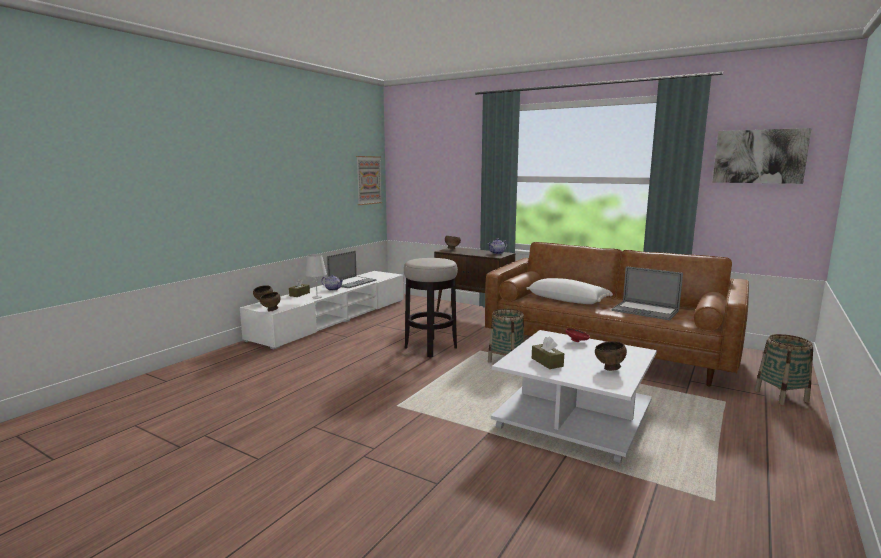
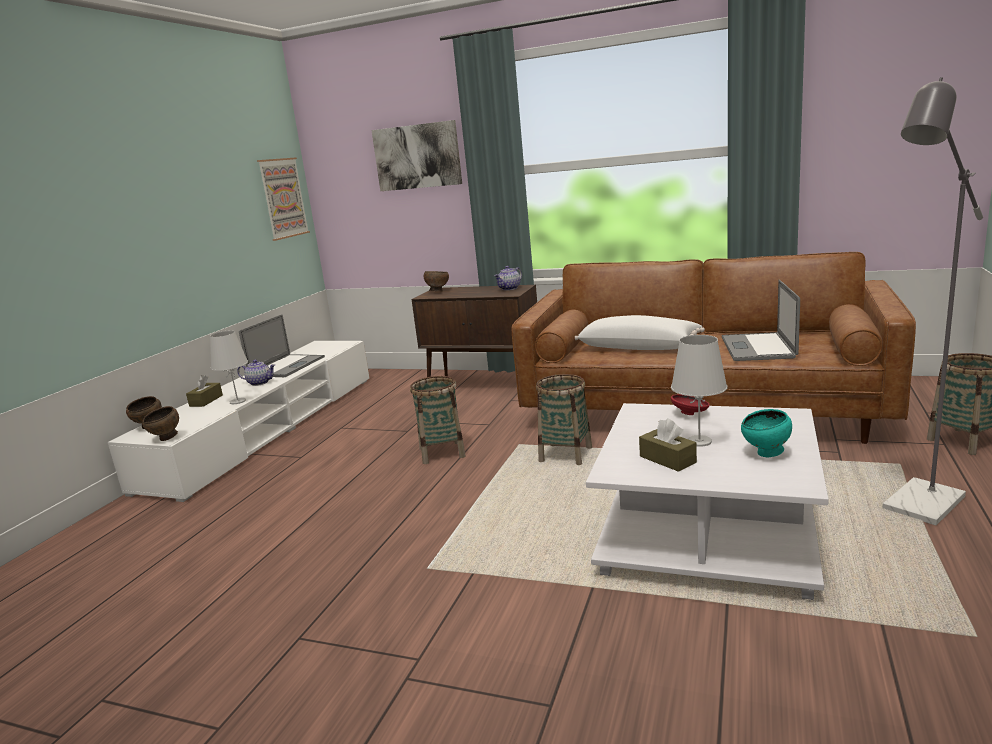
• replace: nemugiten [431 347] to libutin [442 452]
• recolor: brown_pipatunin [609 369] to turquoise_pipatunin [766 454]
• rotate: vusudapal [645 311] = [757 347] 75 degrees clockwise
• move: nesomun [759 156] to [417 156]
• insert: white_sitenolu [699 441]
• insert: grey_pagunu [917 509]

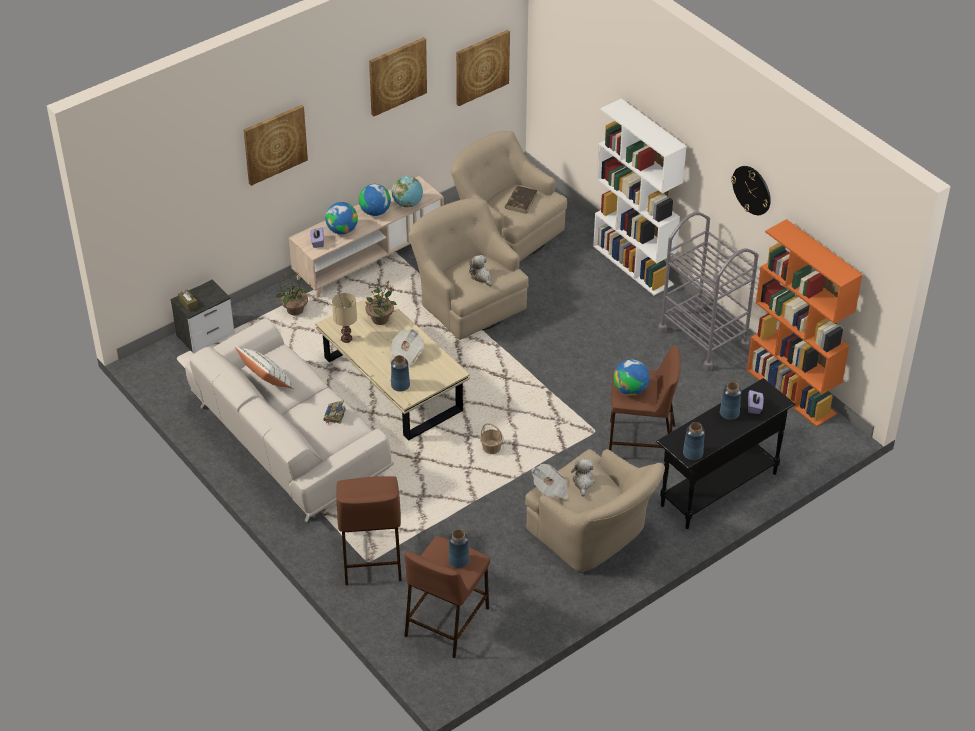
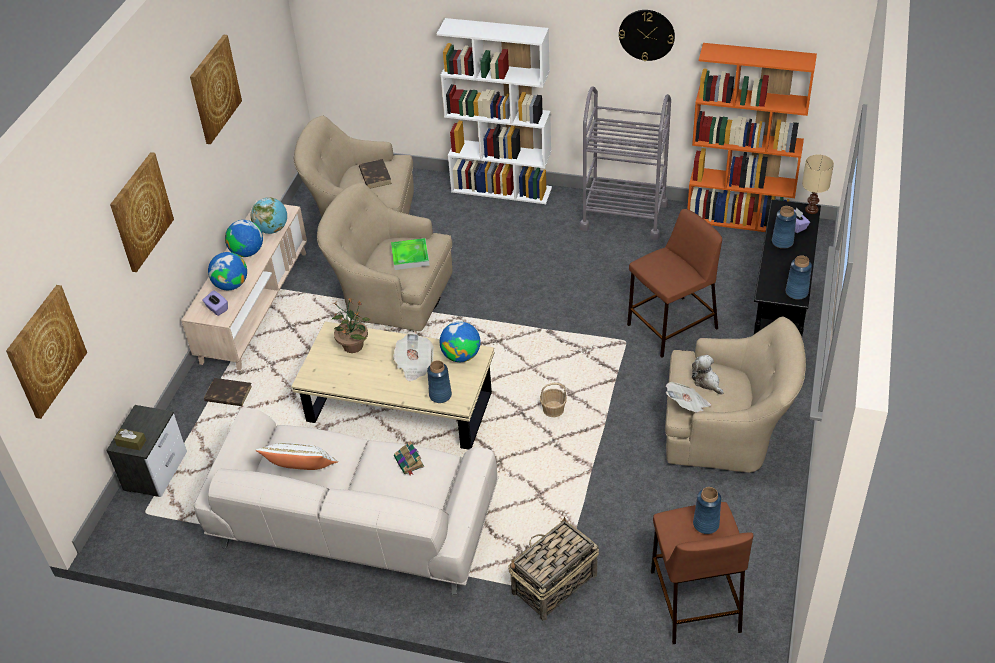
• replace: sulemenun [294 310] to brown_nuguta [228 394]
• move: beige_sitenolu [346 339] to [812 210]
• replace: brown_nemugiten [371 555] to libutin [553 584]
• move: nesomun [481 67] to [45 351]
• replace: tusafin [481 276] to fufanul [410 256]
• move: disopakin [630 390] to [461 356]

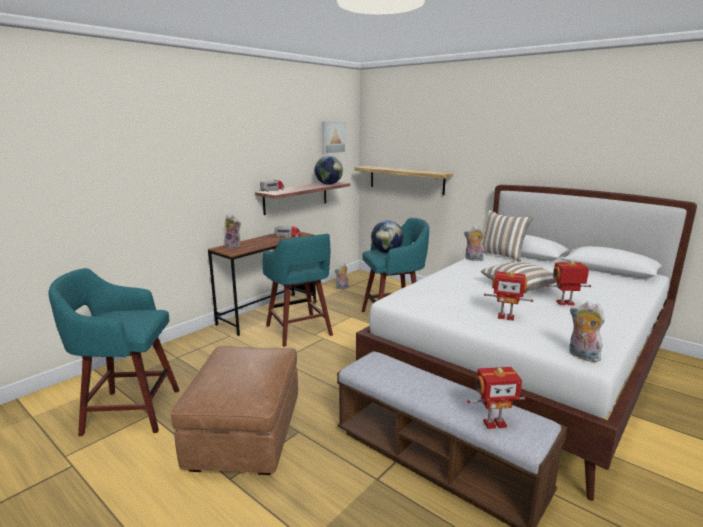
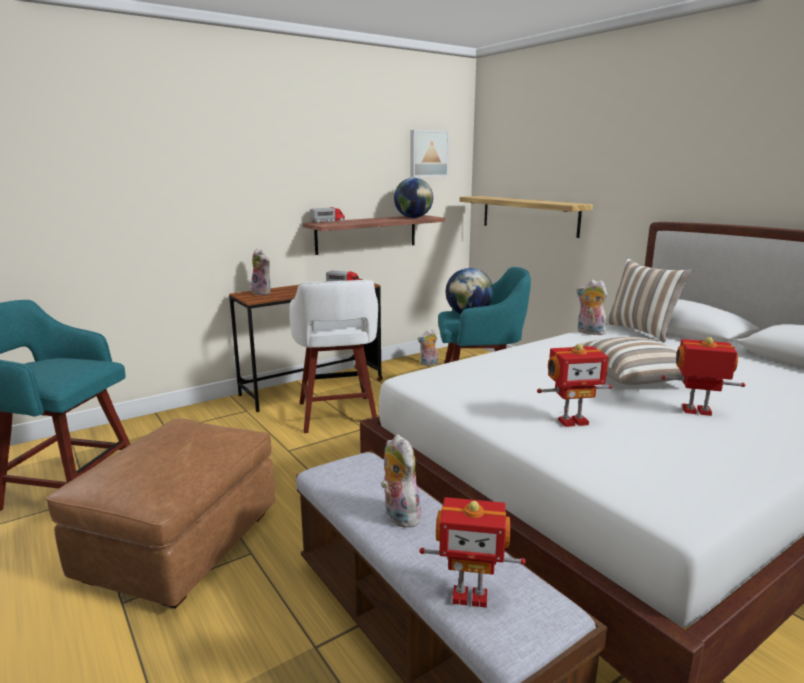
• recolor: turquoise_nemugiten [299 331] to white_nemugiten [337 415]
• rotate: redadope [506 317] = [572 421] 45 degrees counterclockwise
• move: tusafin [582 356] to [398 515]

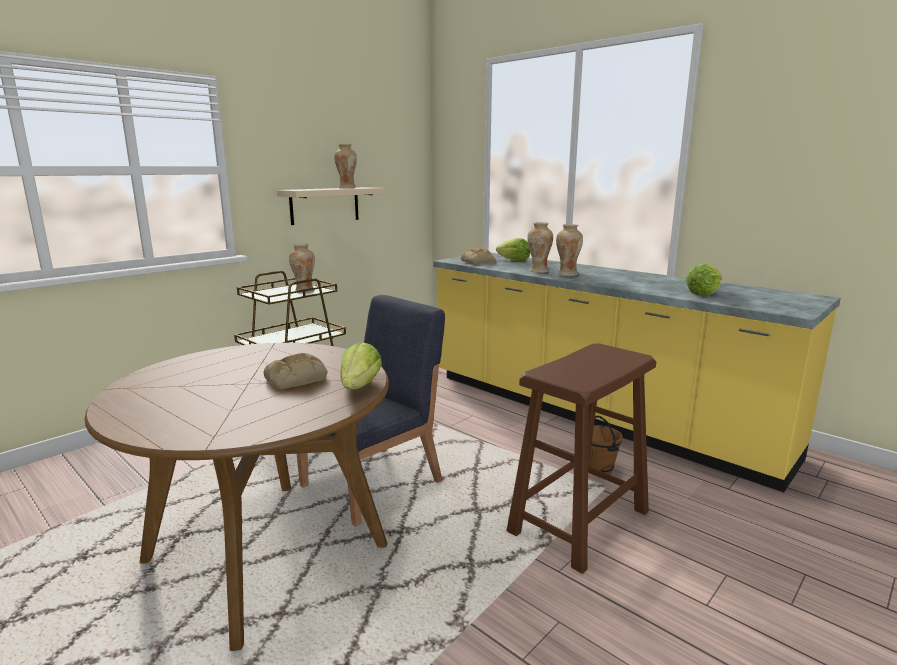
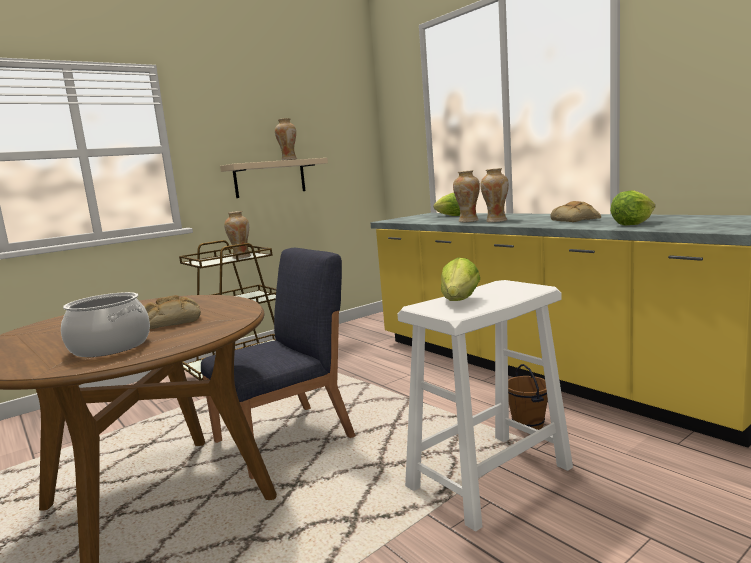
• move: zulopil [359 386] to [460 300]
• move: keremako [479 262] to [576 220]
• recolor: brown_nemugiten [578 522] to white_nemugiten [488 477]
• insert: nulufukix [111 346]

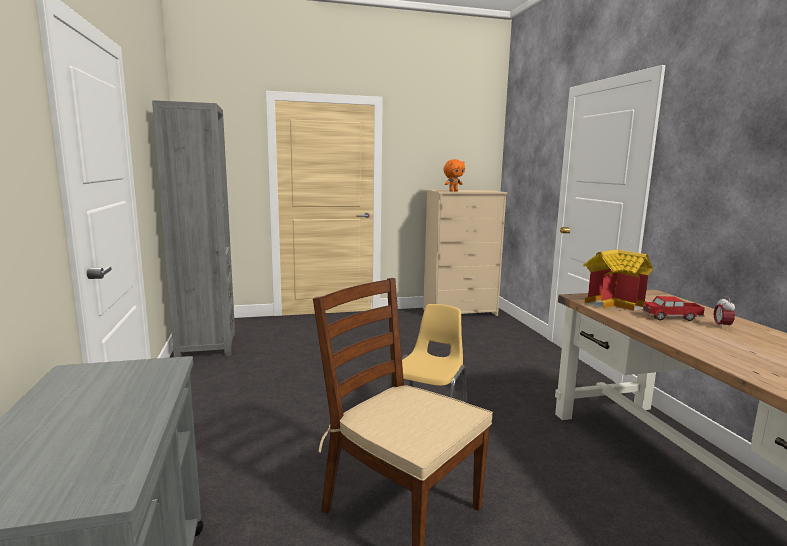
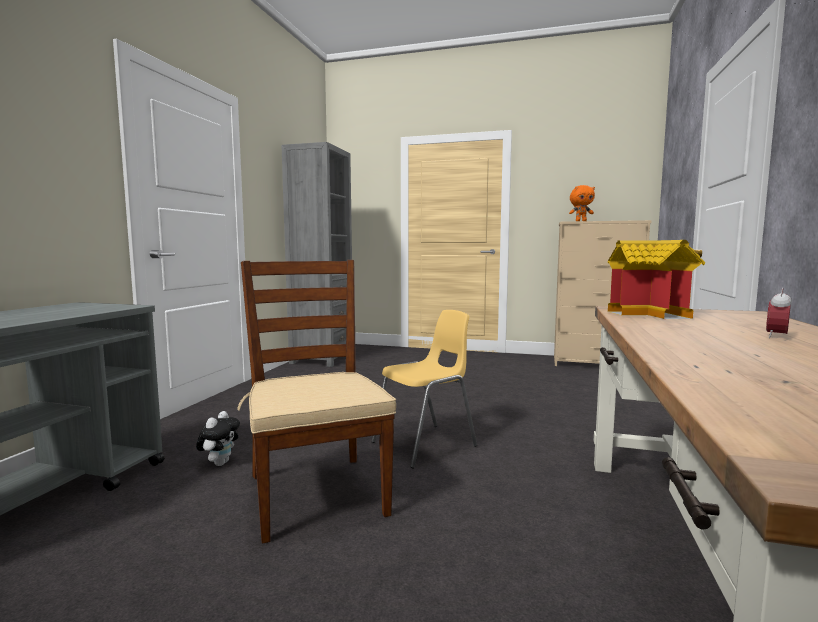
• delete: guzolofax [671 317]
• insert: tusafin [220 463]

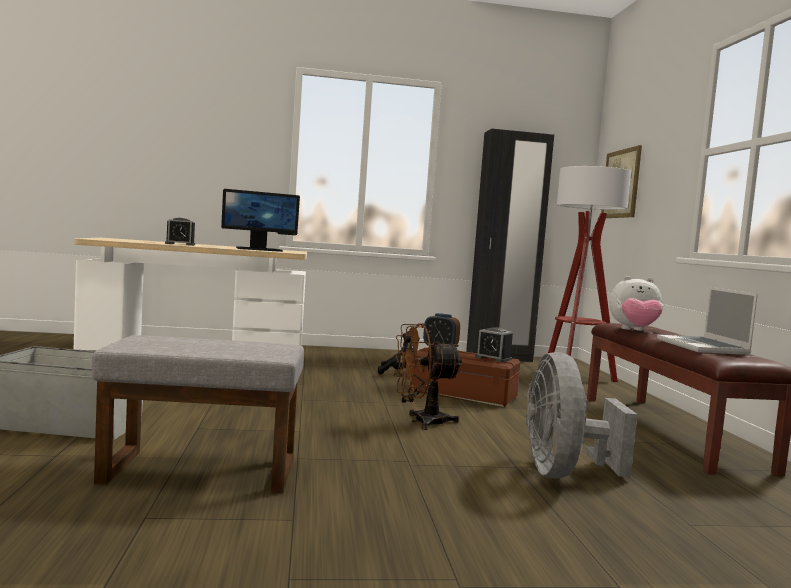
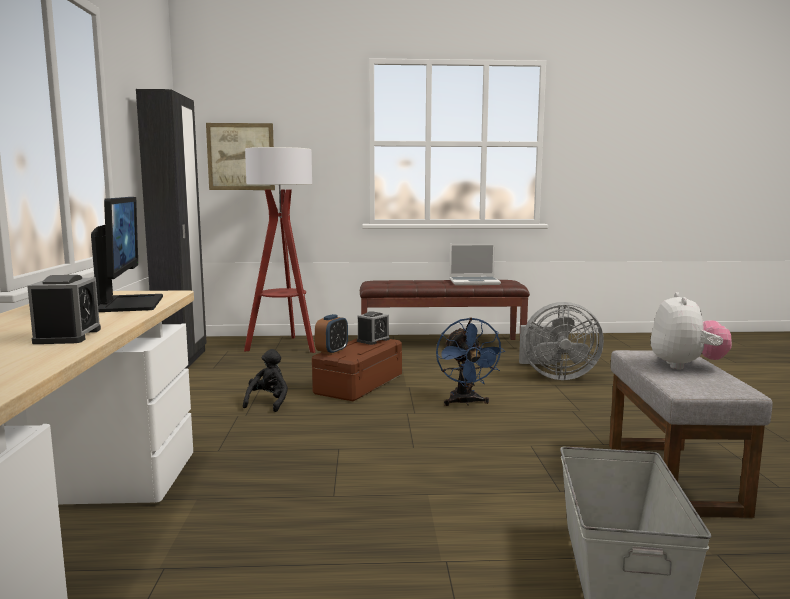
• recolor: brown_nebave [421 421] to blue_nebave [465 402]
• move: tusafin [634 330] to [685 366]

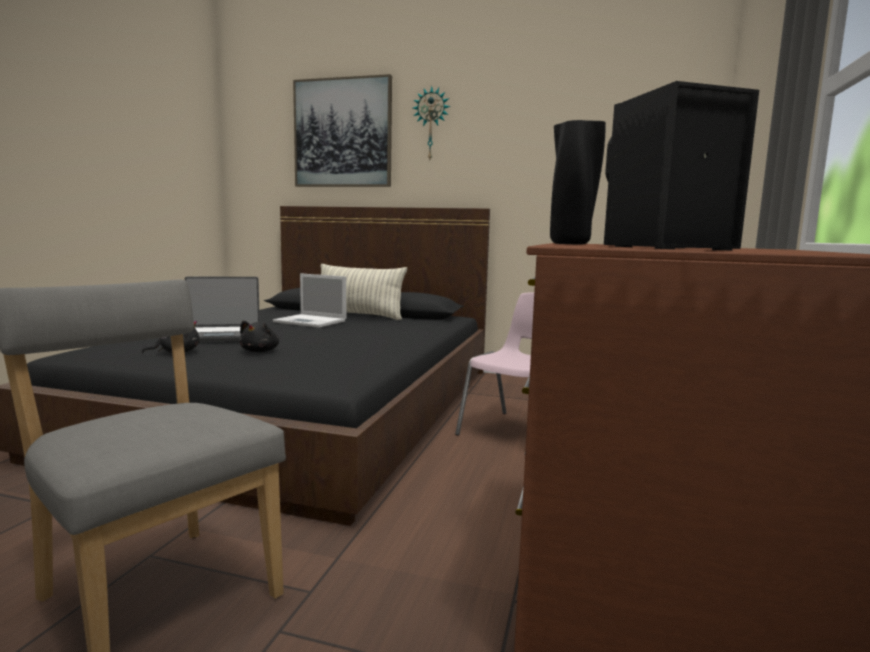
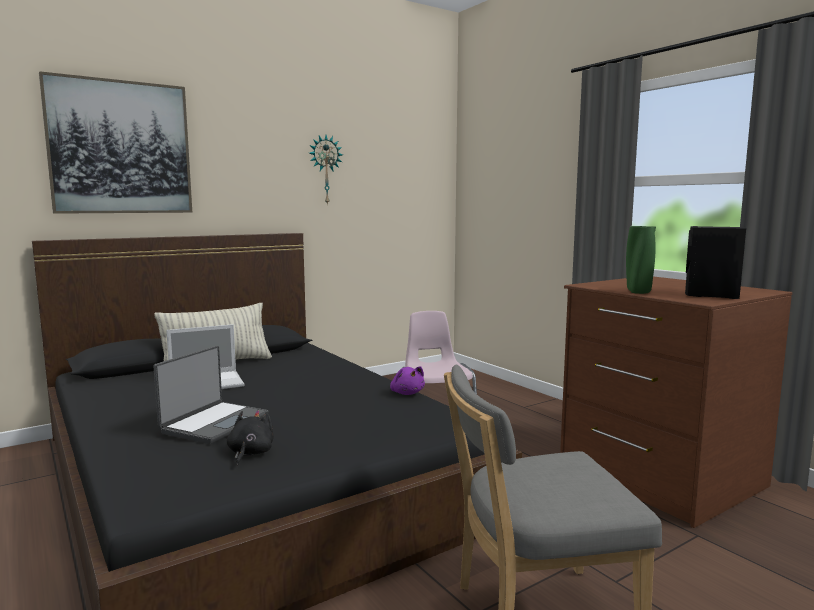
• delete: black_tusafin [260 351]
• move: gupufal [431 124] to [325 169]
• recolor: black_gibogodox [572 244] to green_gibogodox [638 292]
• insert: purple_tusafin [407 393]

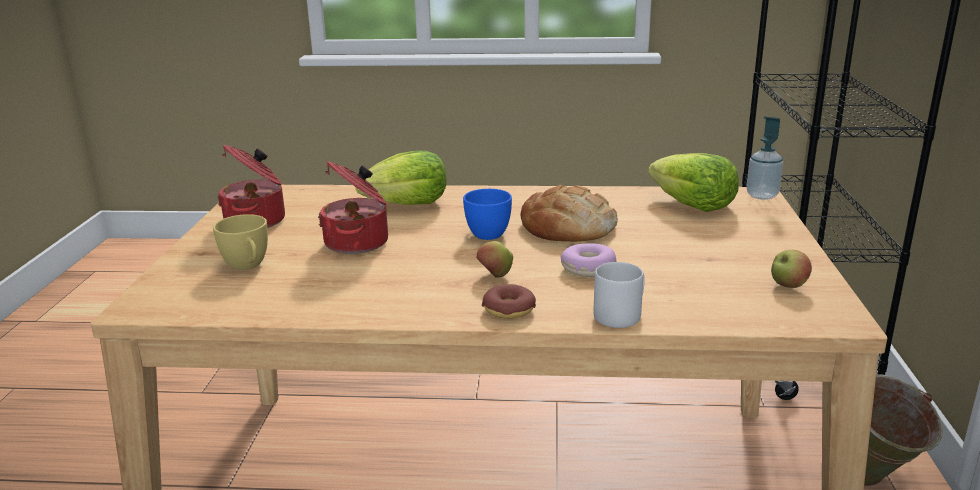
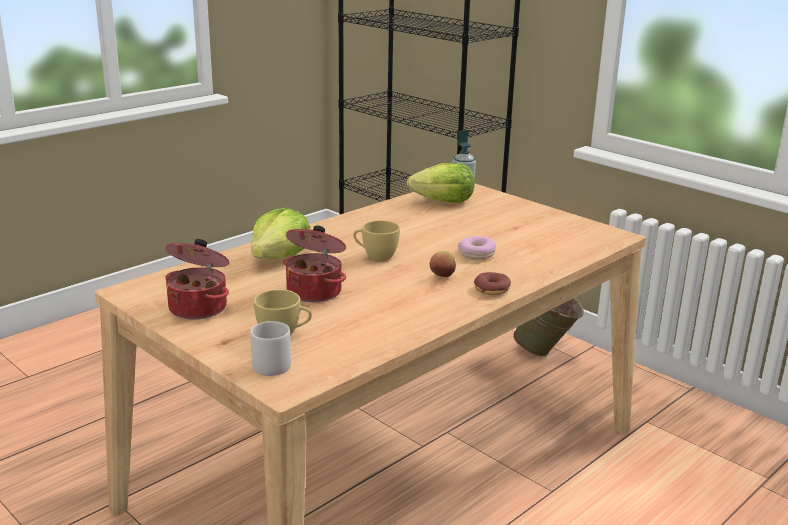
• recolor: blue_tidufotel [485 232] to yellow_tidufotel [375 256]
• delete: keremako [568 226]
• move: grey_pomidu [621 315] to [272 364]
• delete: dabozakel [788 285]

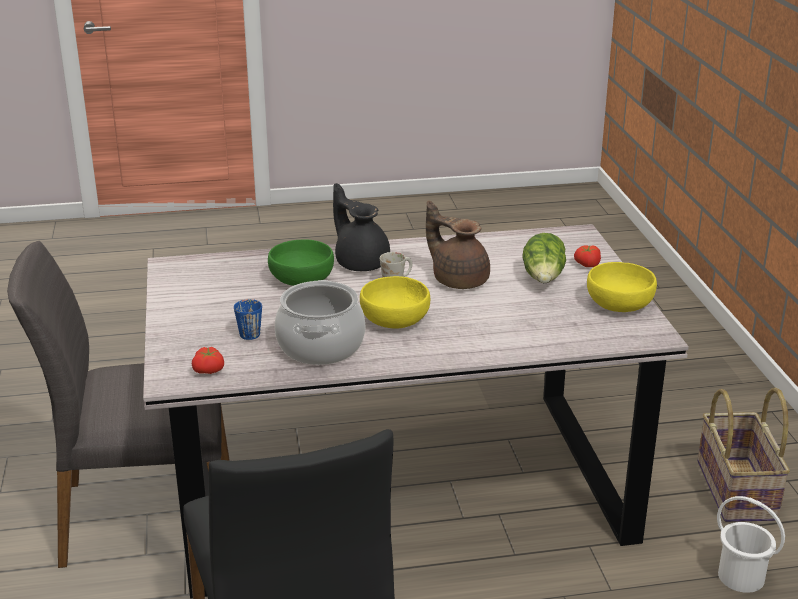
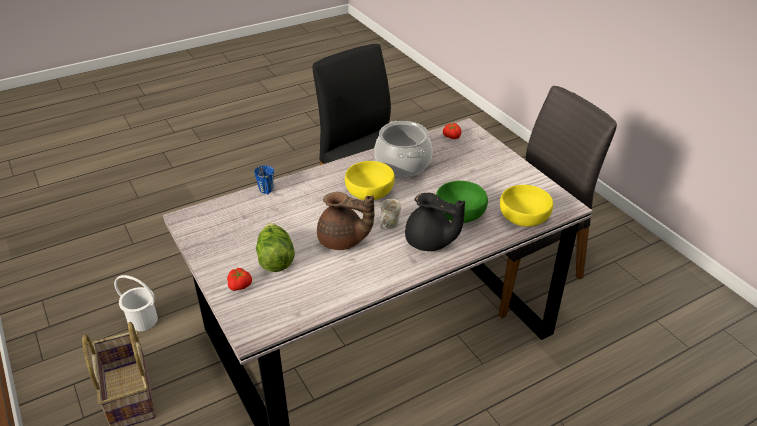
• move: blue_pomidu [250 331] to [267 192]
• move: yellow_pipatunin [618 304] to [524 218]

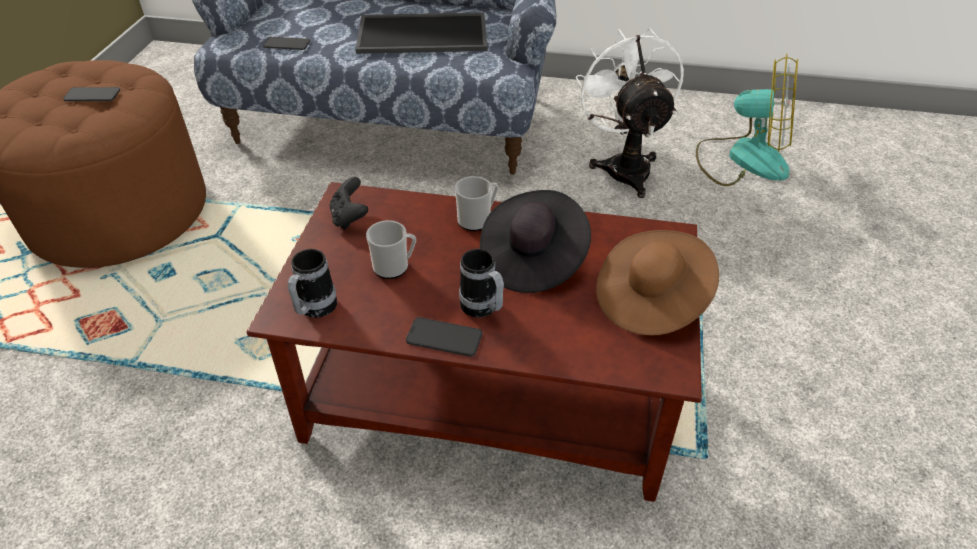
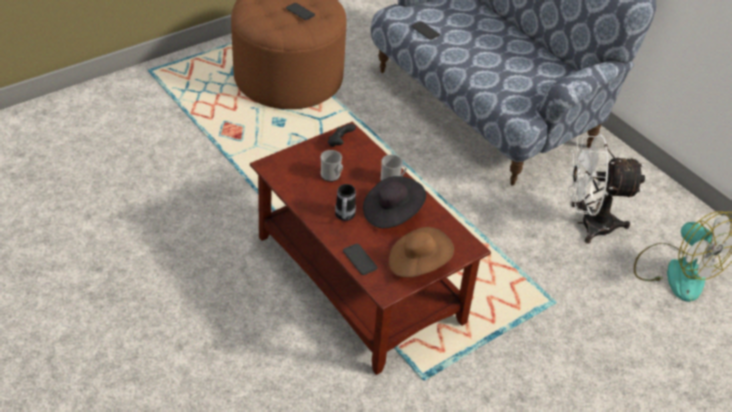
• delete: pomidu [314 310]
• delete: fufanul [424 33]
• move: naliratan [444 337] to [360 259]
• rotate: white_nebave [624 166] = [588 224] 120 degrees counterclockwise

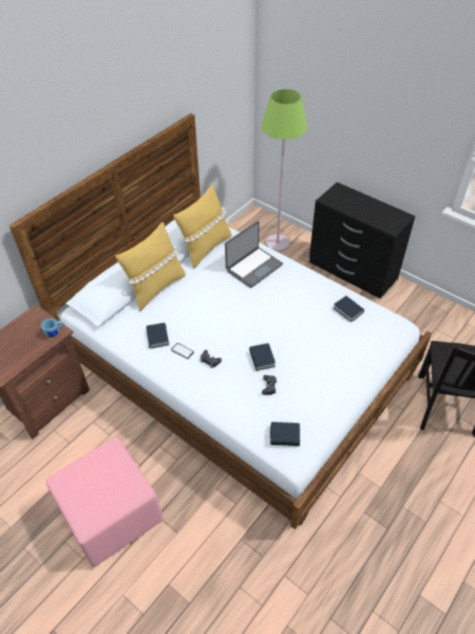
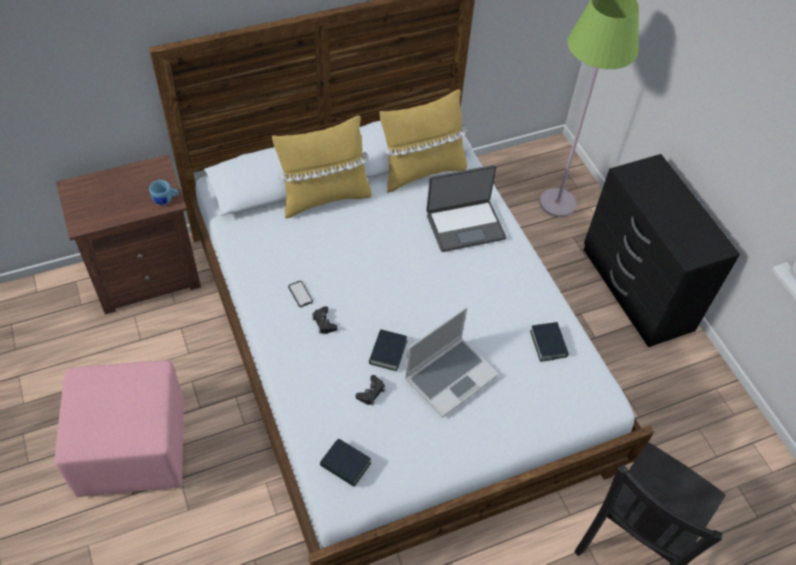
• delete: nuguta [157 337]
• insert: vusudapal [450 376]

